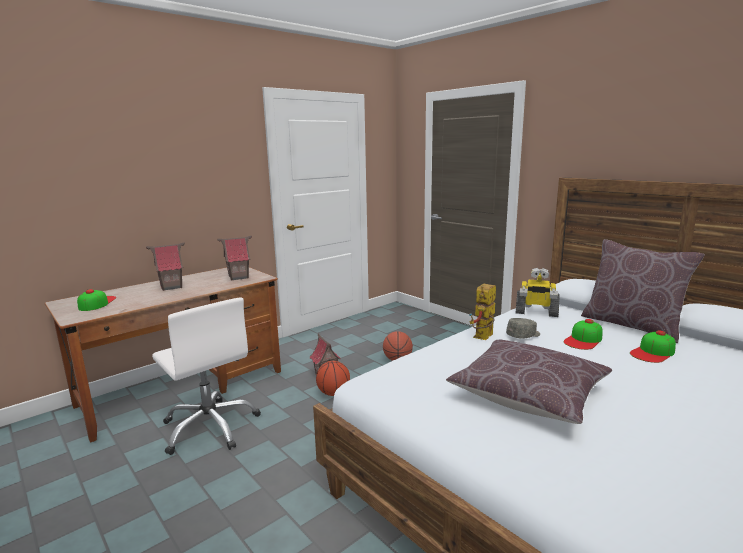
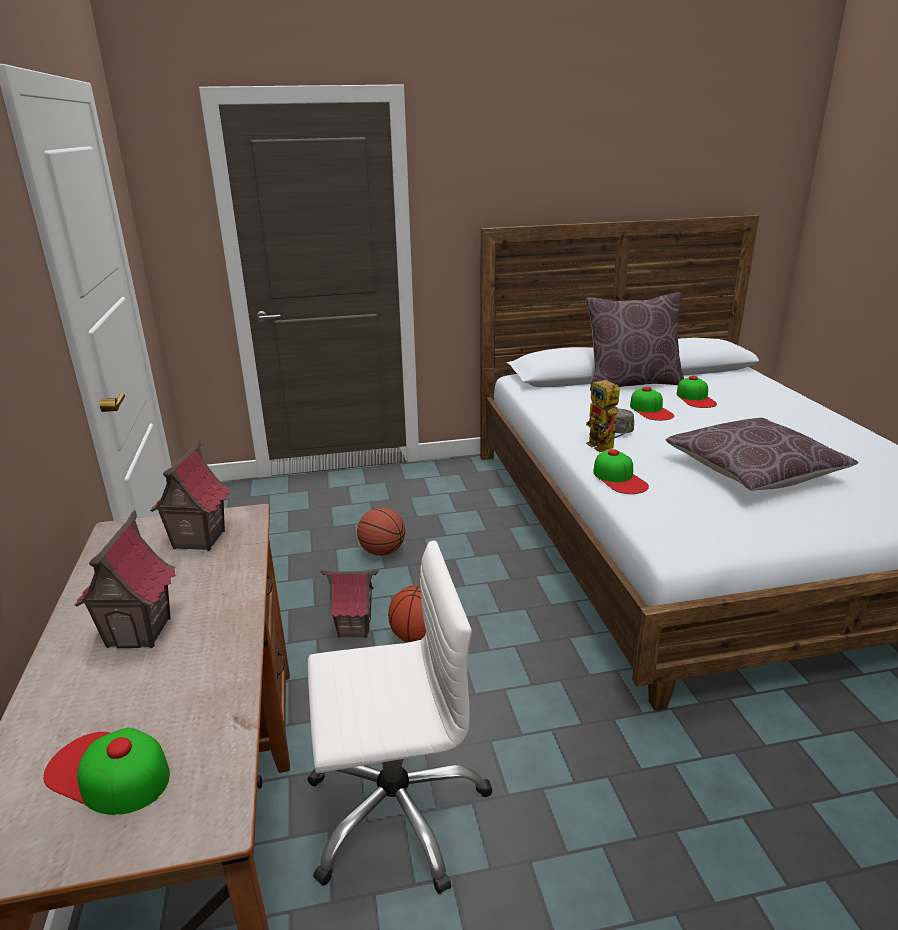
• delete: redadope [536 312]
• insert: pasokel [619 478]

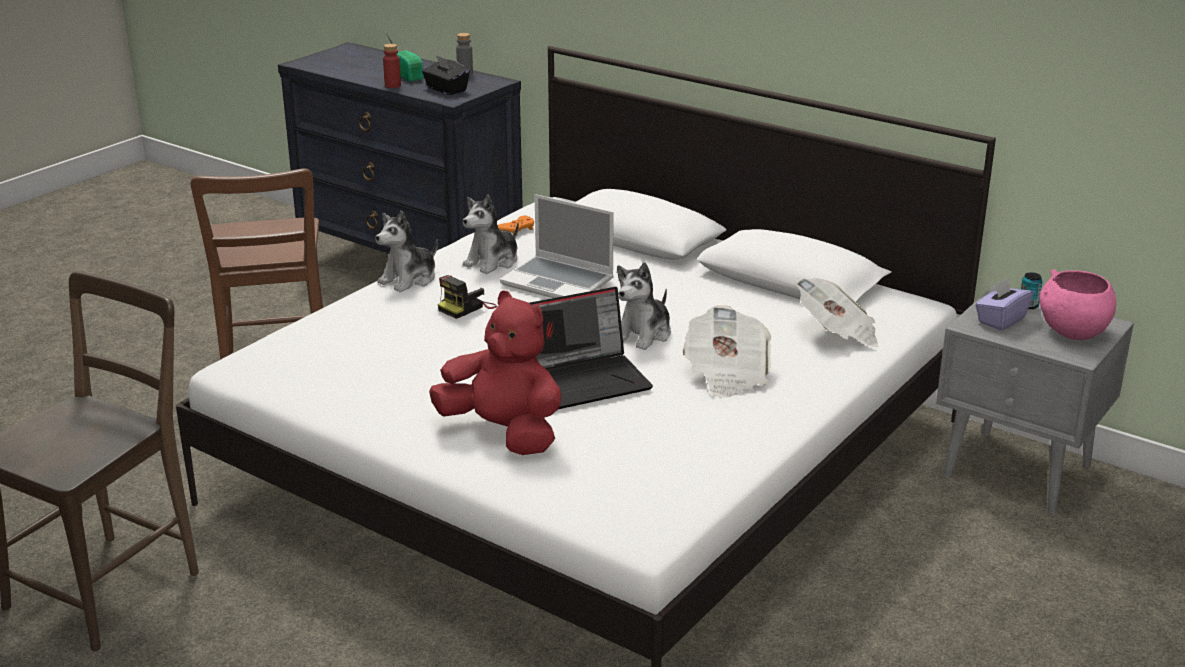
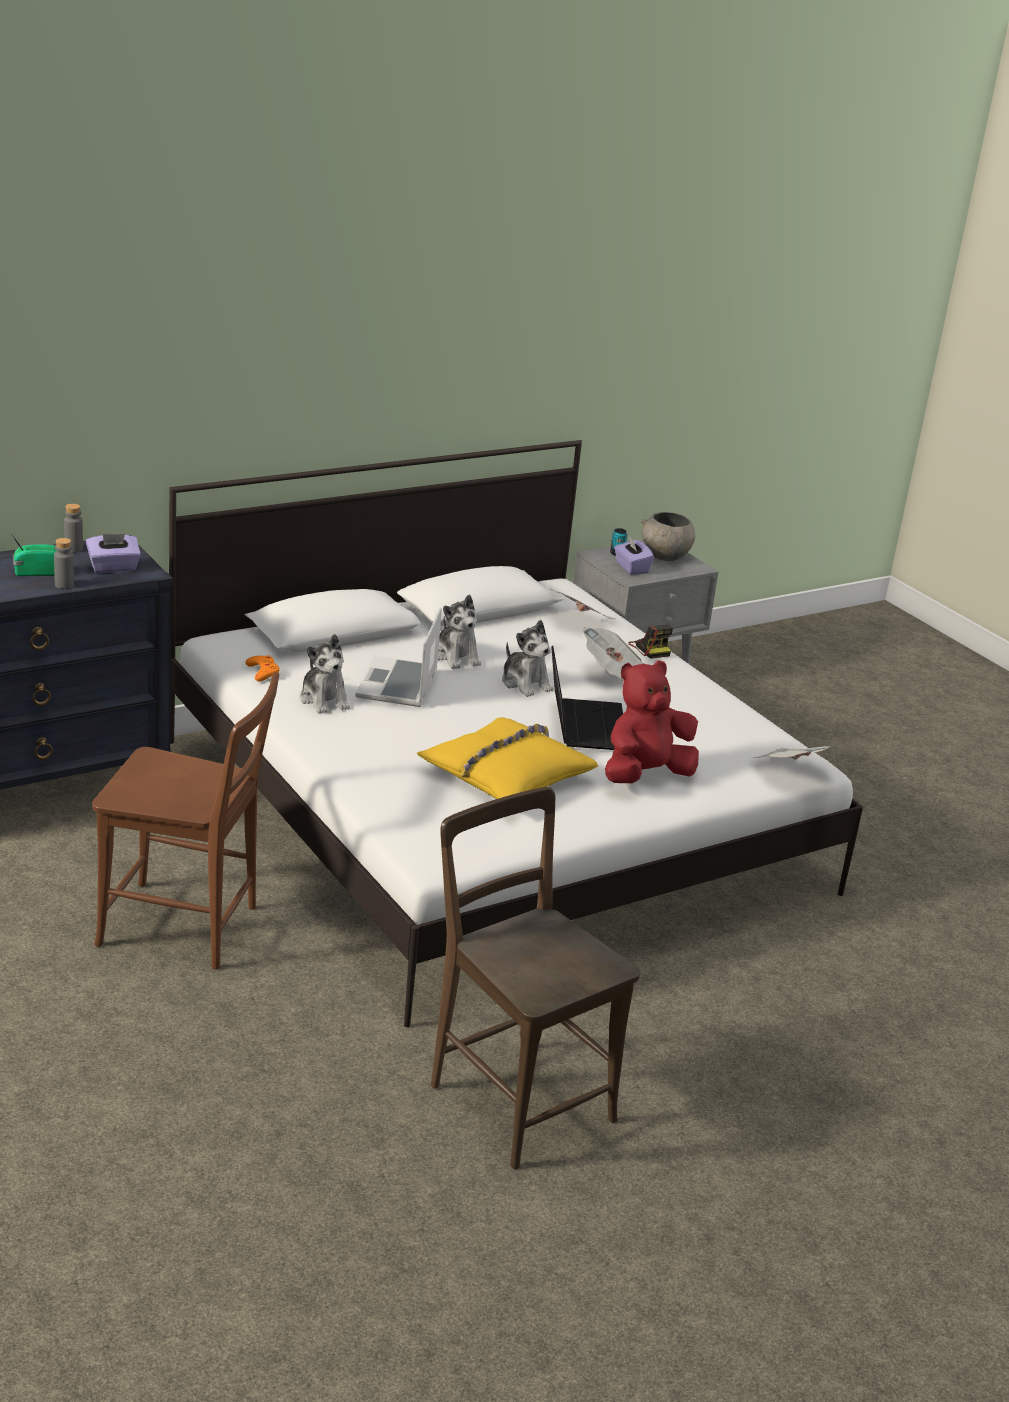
• move: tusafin [409 279] to [456 657]
• recolor: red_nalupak [393 85] to grey_nalupak [64 585]
• recolor: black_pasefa [446 89] to purple_pasefa [113 567]
• move: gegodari [466 308] to [650 649]
• rotate: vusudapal [559 282] = [398 685] 135 degrees clockwise
• recolor: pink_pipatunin [1072 332] to grey_pipatunin [665 557]
• insert: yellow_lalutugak [506 775]
• insert: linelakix [789 771]

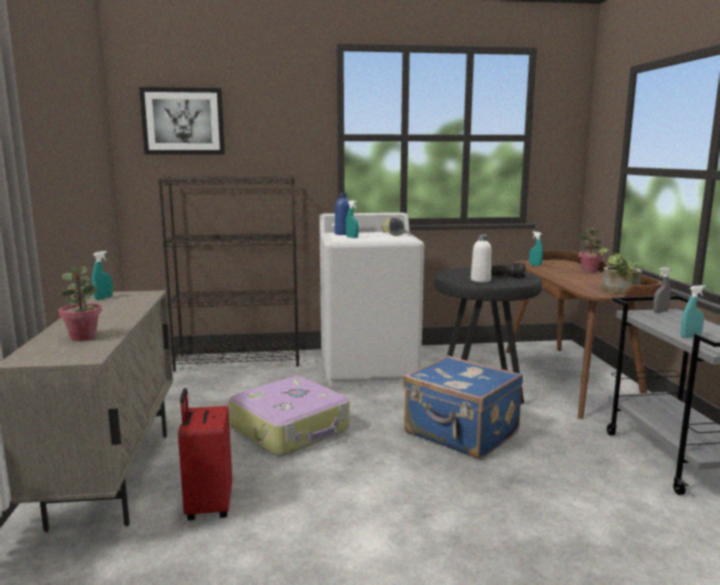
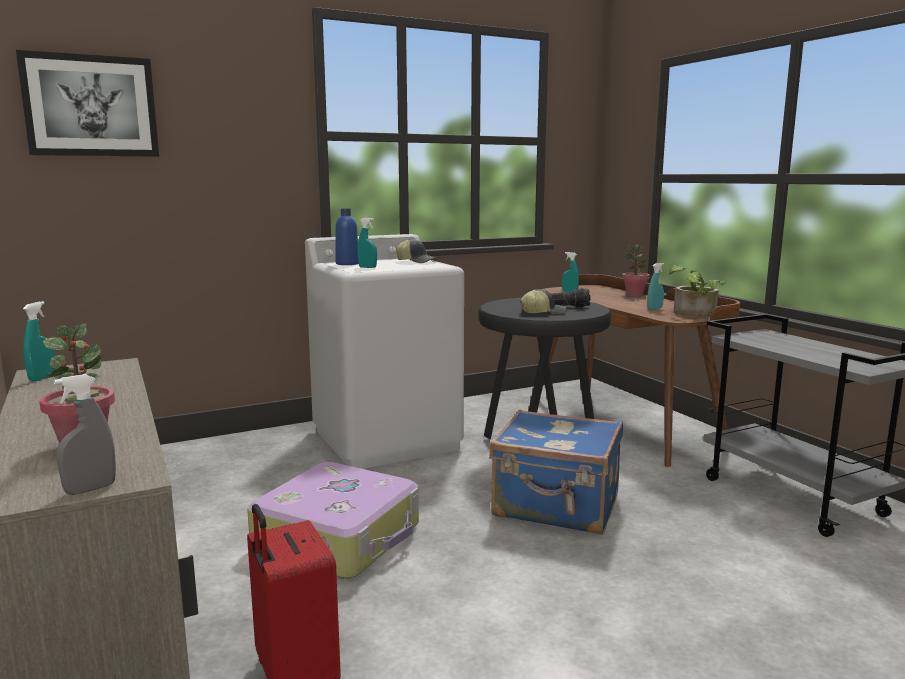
• delete: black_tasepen [239 360]
• replace: white_nalupak [480 280] to pasokel [543 312]
• move: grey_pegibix [660 312] to [90 489]
• move: turquoise_pegibix [690 337] to [654 309]

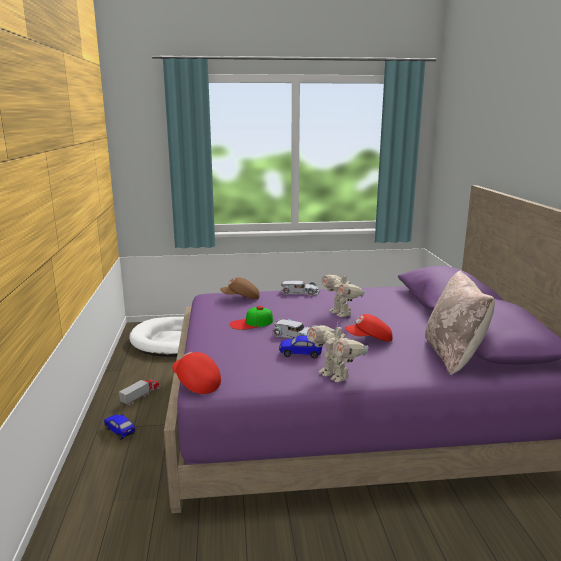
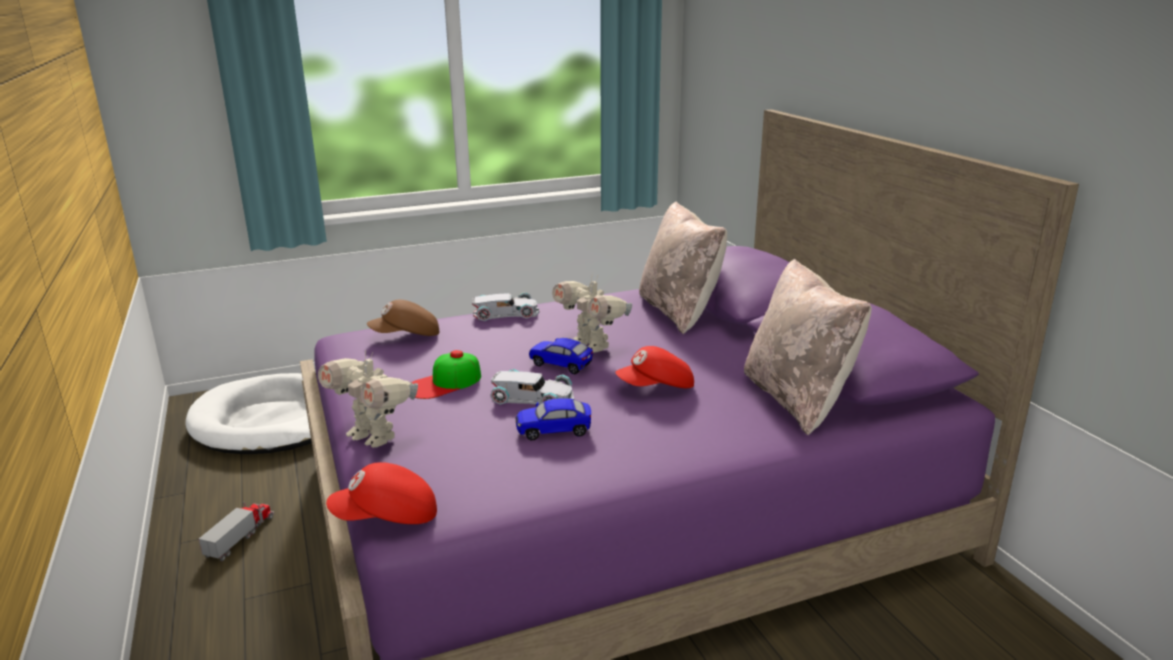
• move: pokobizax [120 431] to [561 365]
• rotate: red_pasokel [195 383] = [387 518] 45 degrees counterclockwise
• move: redadope [335 375] to [374 436]
• insert: beige_lalutugak [679 312]

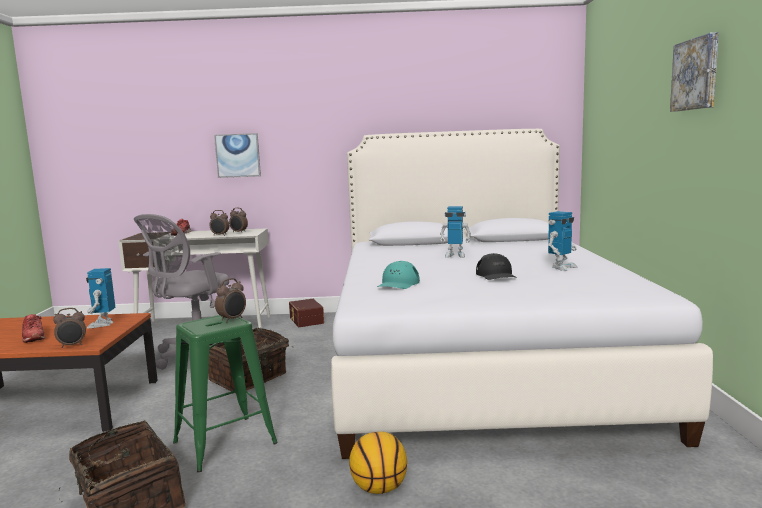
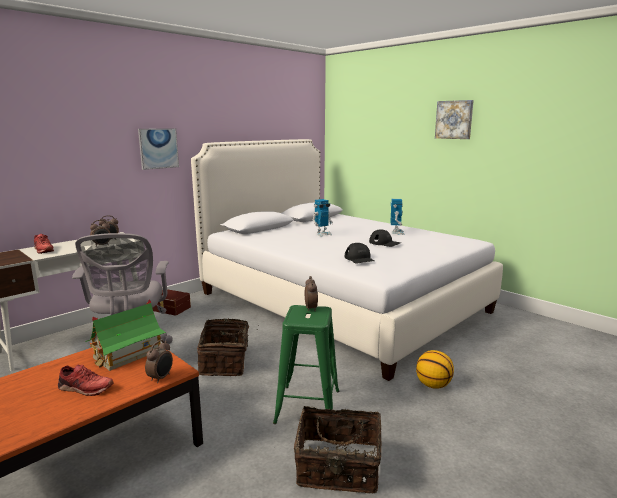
• replace: redadope [103 324] to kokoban [127 354]
• move: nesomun [238 155] to [158 148]
• recolor: turquoise_pasokel [398 283] to black_pasokel [359 259]

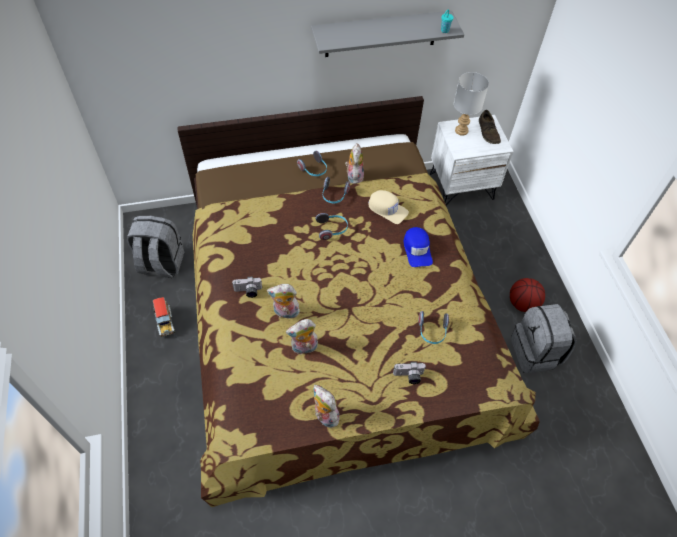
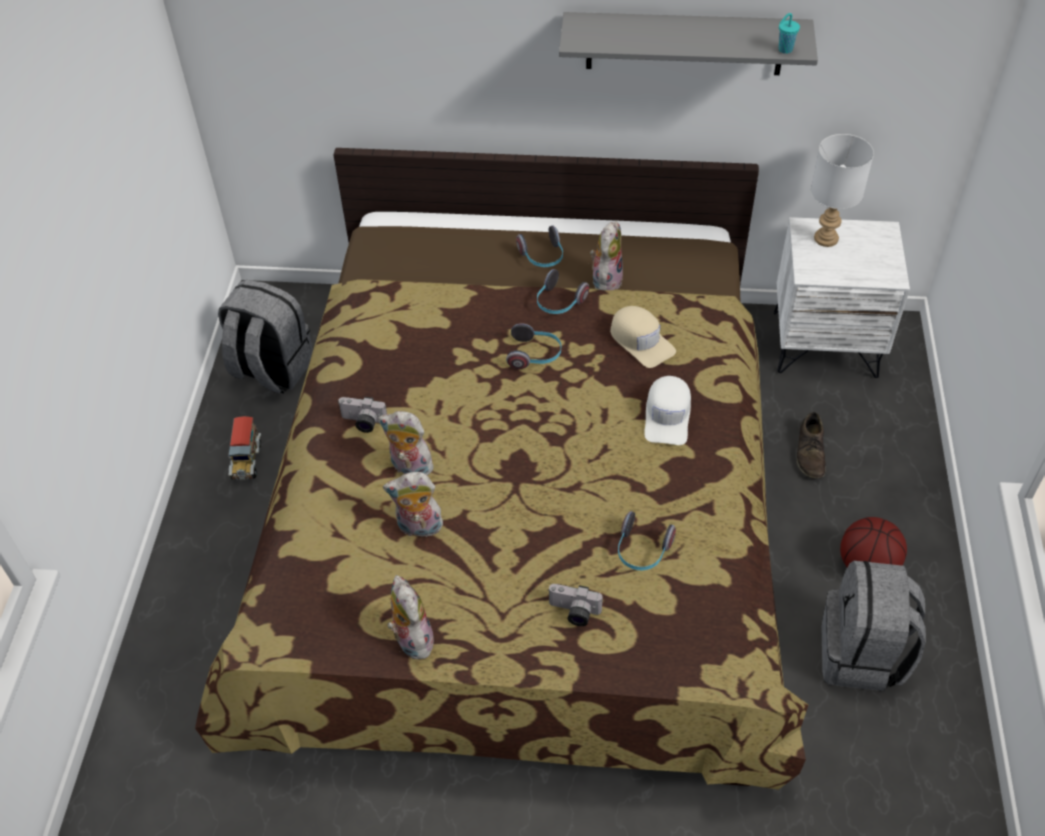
• recolor: blue_pasokel [417 249] to white_pasokel [667 415]
• move: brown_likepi [488 132] to [810 452]

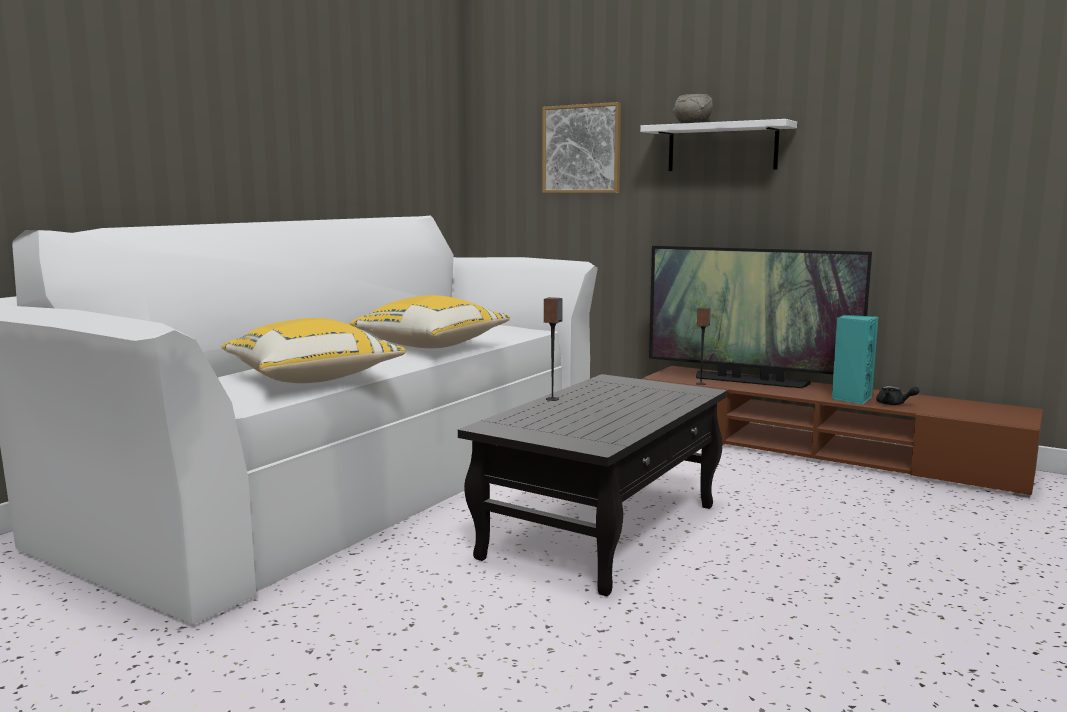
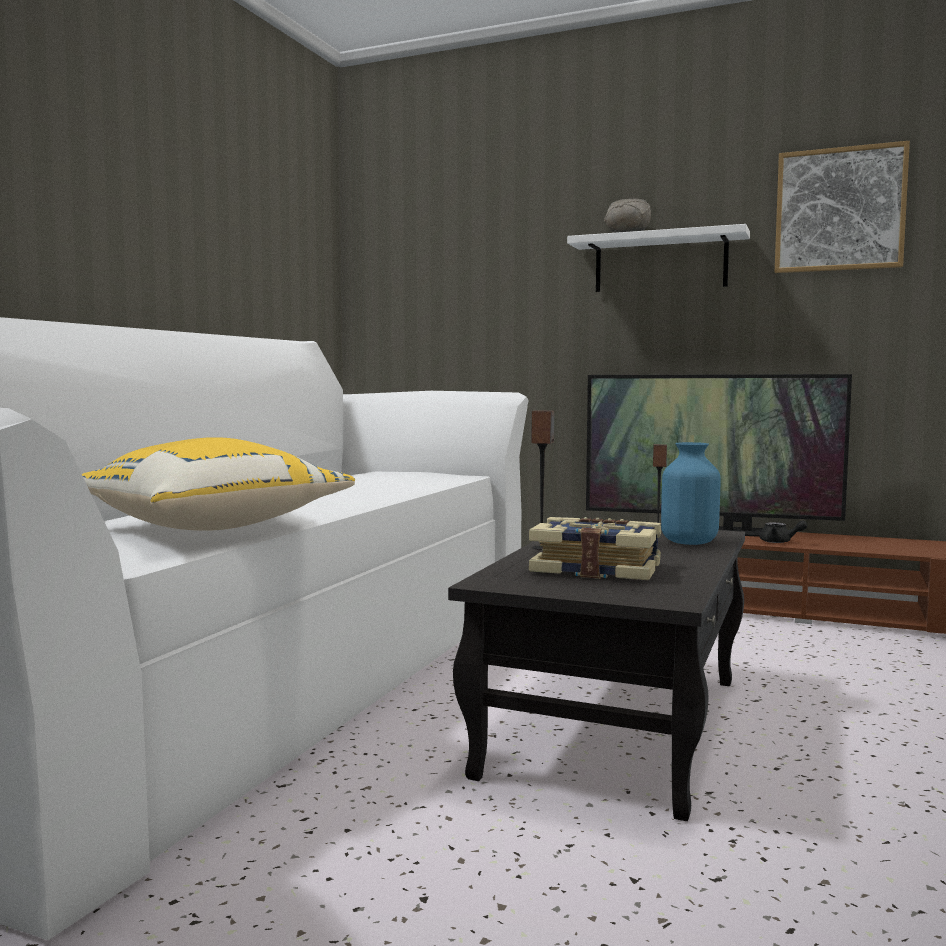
• delete: yellow_lalutugak [430 346]
• move: nesomun [581 149] to [839 210]
• delete: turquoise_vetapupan [851 399]
• move: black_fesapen [894 404] to [779 542]
• insert: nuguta [597 569]
• insert: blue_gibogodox [688 542]

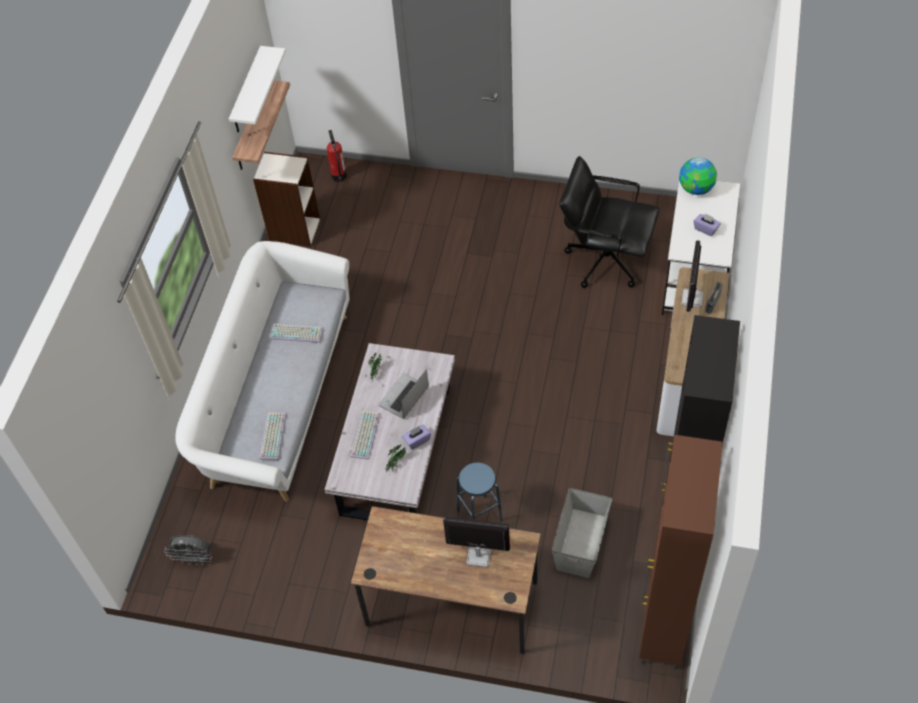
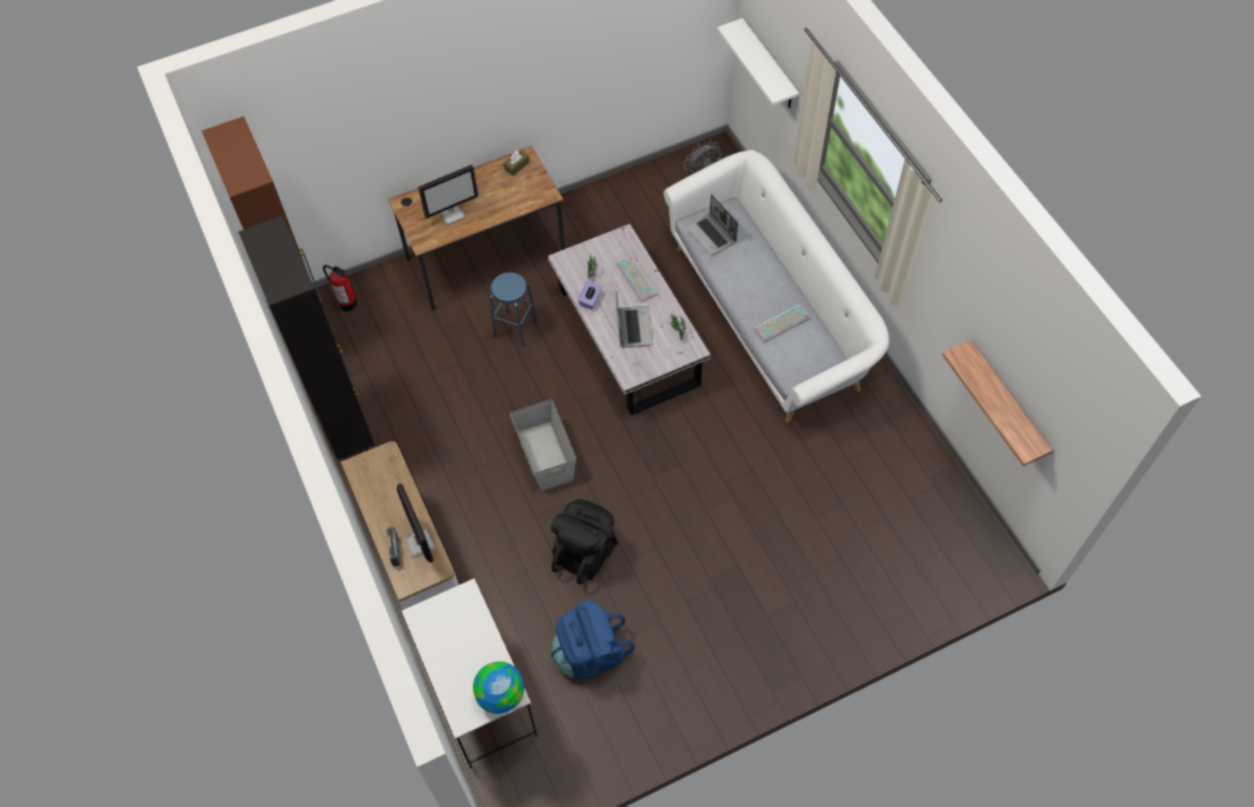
• move: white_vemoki [247 92] to [769 66]
• delete: tasepen [294 229]
• replace: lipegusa [272 435] to vusudapal [711 235]
• move: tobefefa [339 176] to [348 303]
• move: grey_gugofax [581 542] to [545 456]
• replace: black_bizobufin [605 259] to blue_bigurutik [590 653]
• delete: purple_pasefa [706 229]
• insert: brown_pasefa [517 166]
• insert: black_bigurutik [585 551]

